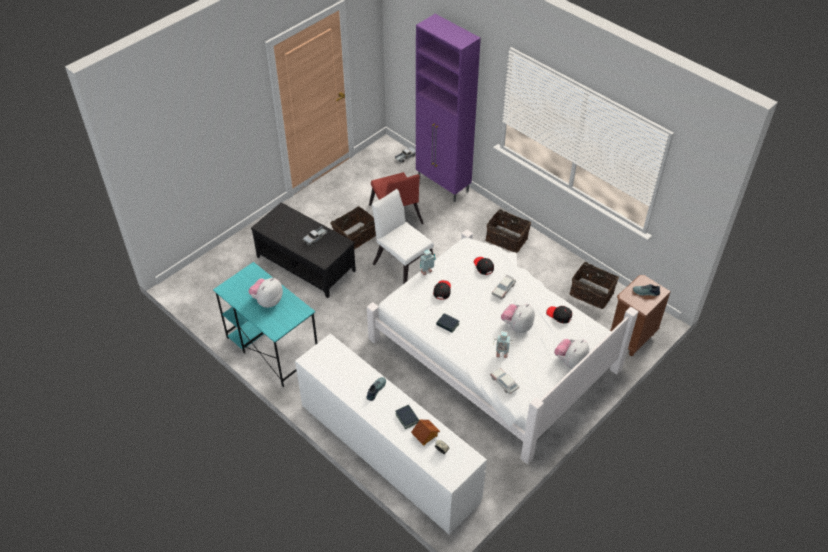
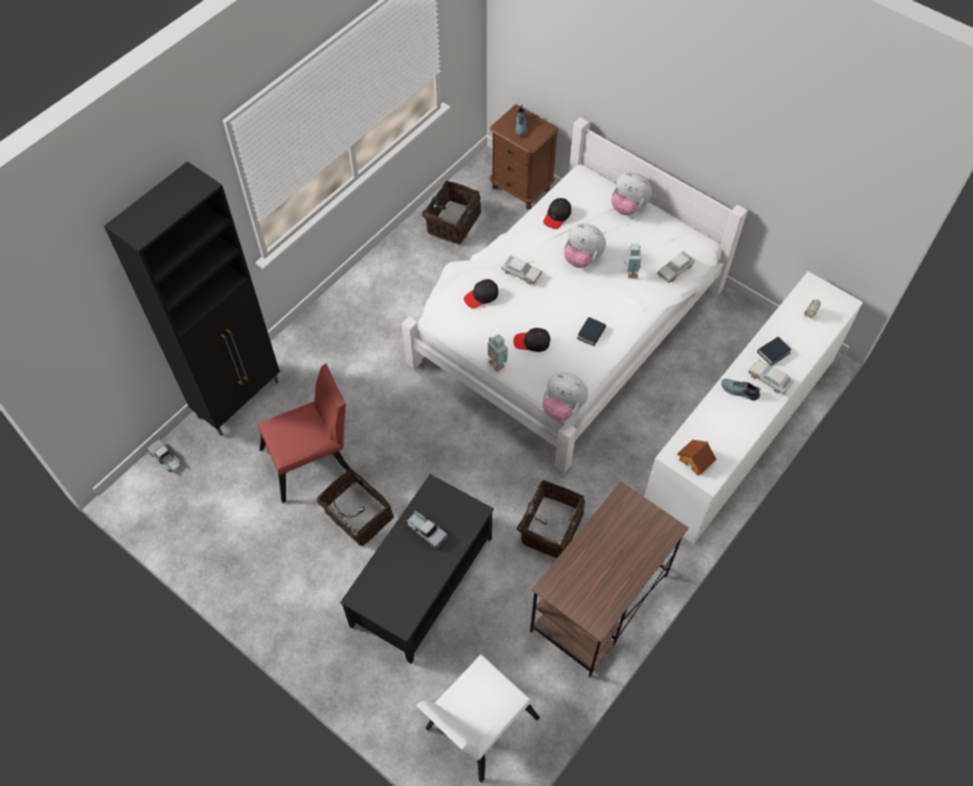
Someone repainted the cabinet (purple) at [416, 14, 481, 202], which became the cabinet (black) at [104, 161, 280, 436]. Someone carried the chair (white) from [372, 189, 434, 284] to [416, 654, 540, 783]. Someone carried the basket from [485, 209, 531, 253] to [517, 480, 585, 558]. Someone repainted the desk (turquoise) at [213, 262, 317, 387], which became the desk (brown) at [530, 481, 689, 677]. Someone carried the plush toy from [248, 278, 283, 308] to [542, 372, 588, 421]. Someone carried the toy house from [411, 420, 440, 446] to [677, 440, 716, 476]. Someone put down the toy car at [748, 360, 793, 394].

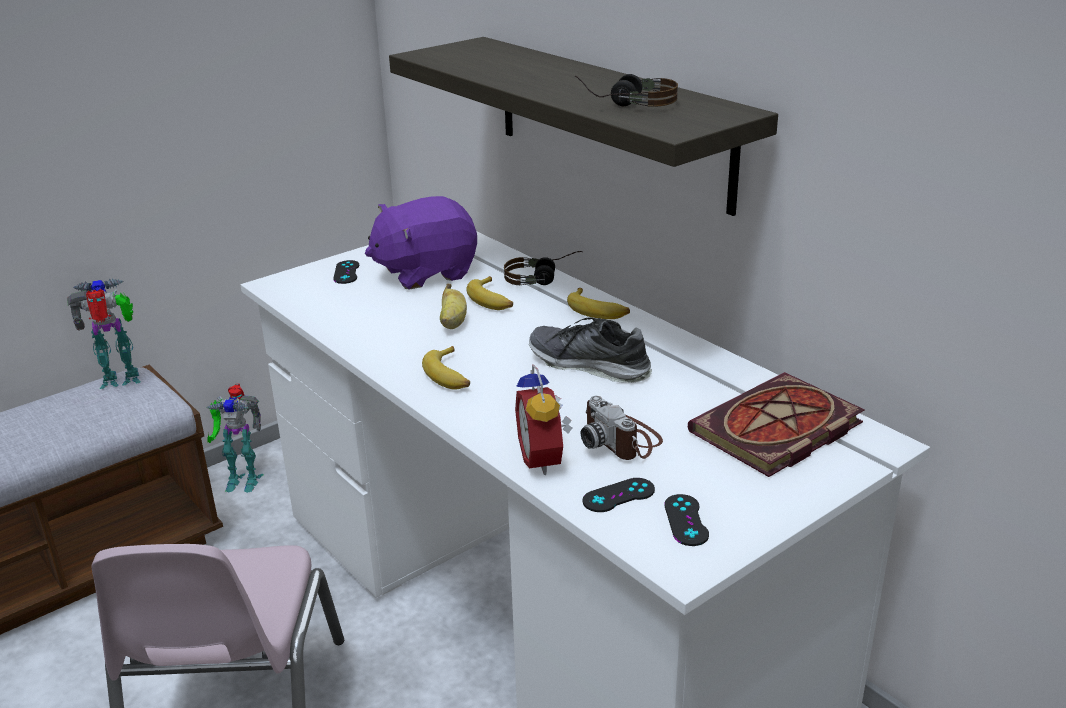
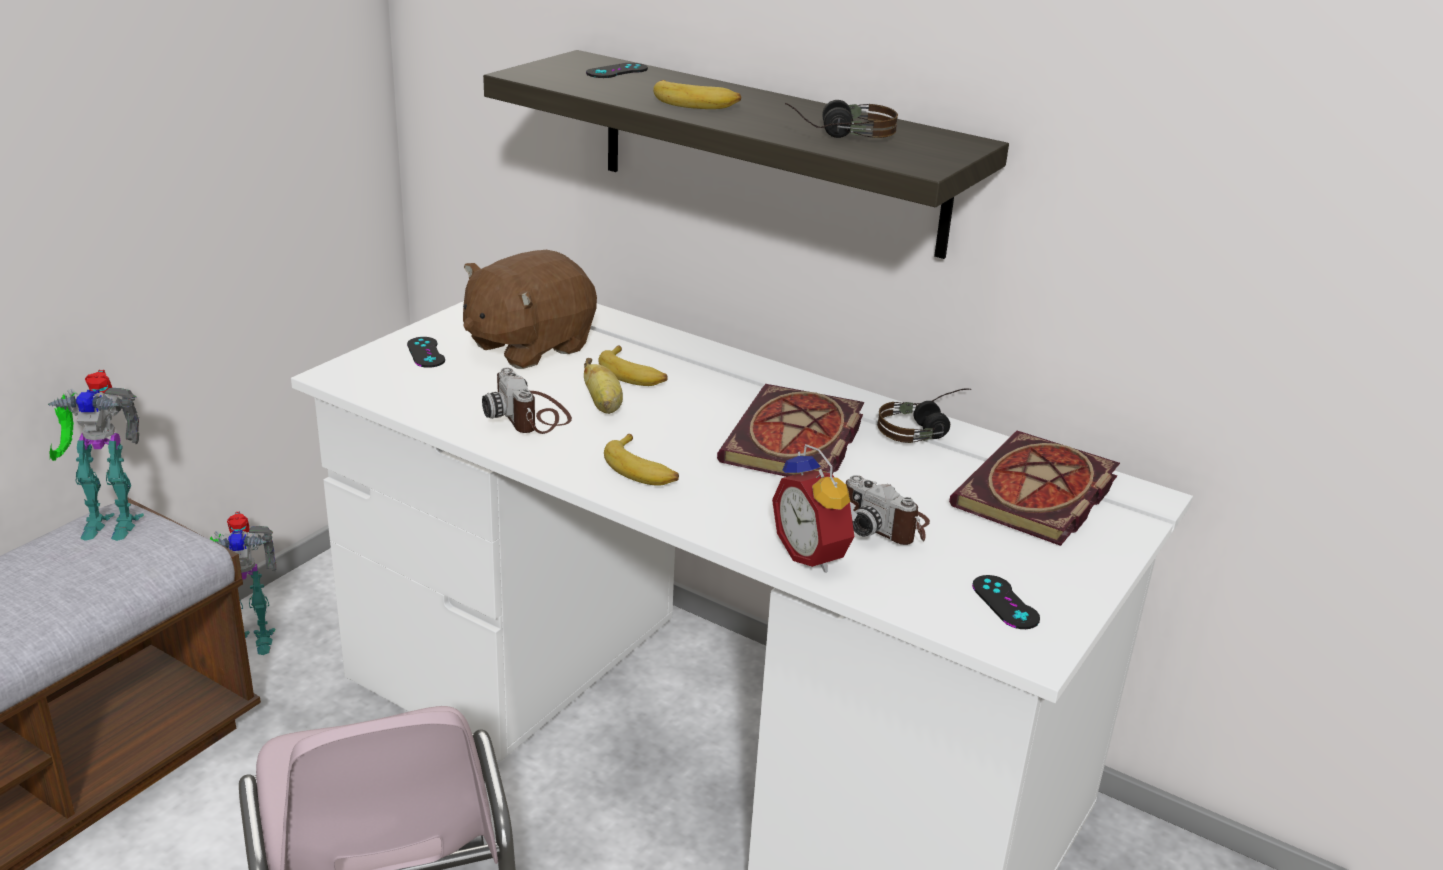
Someone repainted the plush toy (purple) at [365, 196, 477, 289], which became the plush toy (brown) at [463, 250, 597, 369]. Someone carried the headphones from [504, 251, 583, 285] to [877, 388, 971, 443]. Someone rotated the toy robot at [67, 278, 140, 389] by 150 degrees counterclockwise. Someone carried the banana from [567, 288, 630, 319] to [653, 80, 741, 109]. Someone swapped the shoe at [529, 318, 652, 383] for the book at [717, 384, 864, 477]. Someone carried the game controller (black) from [583, 478, 655, 512] to [586, 63, 648, 78]. Someone put down the photo camera at [482, 367, 572, 434].

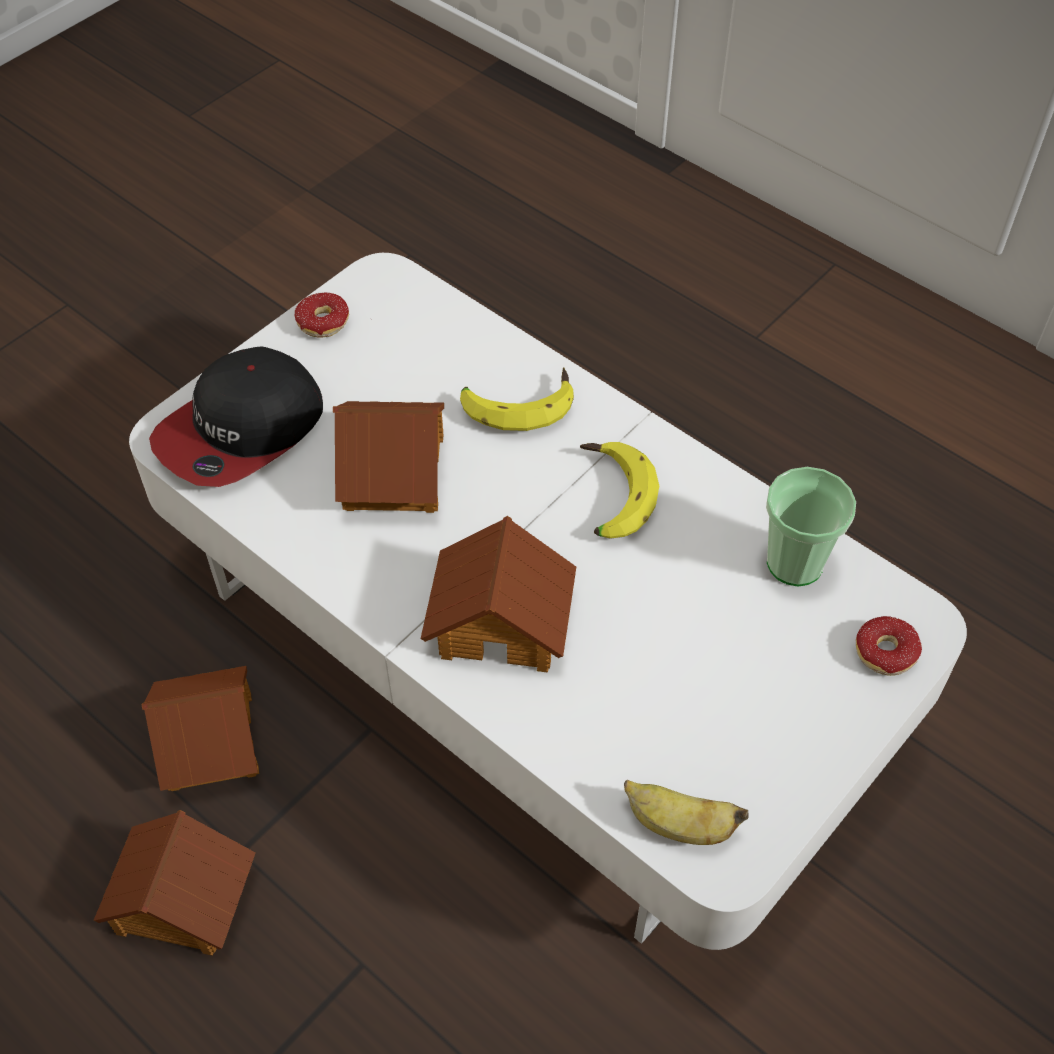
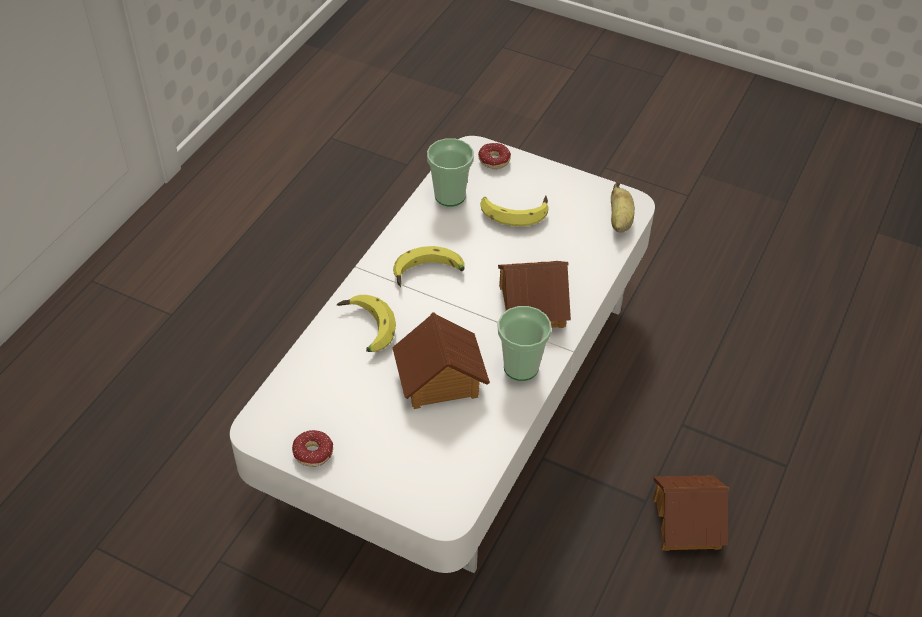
Someone took away the cap at [149, 346, 323, 487]. Someone took away the toy house at [141, 666, 259, 791]. Someone put down the banana at [480, 195, 549, 226]. Someone put down the cup at [498, 306, 552, 381].

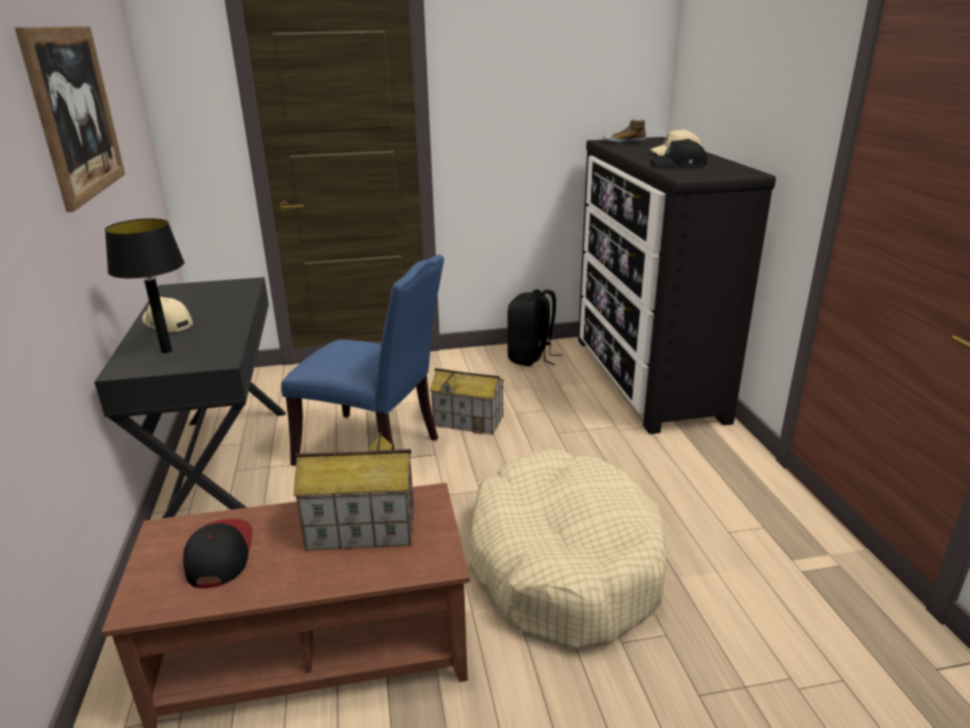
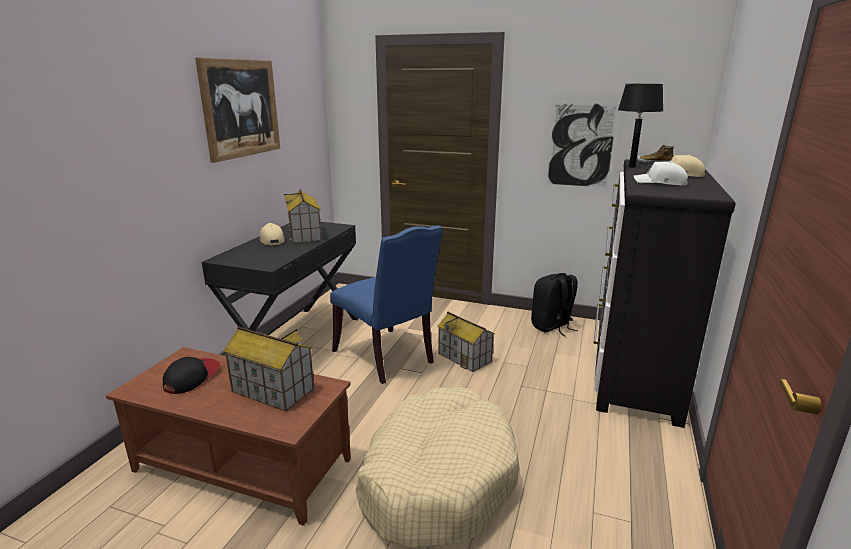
Someone repainted the cap (black) at [651, 139, 707, 168], which became the cap (white) at [634, 161, 688, 185]. Someone carried the table lamp (black) from [105, 218, 184, 353] to [618, 84, 663, 168]. Someone put up the picture at [545, 101, 620, 189]. Someone put down the toy house at [284, 189, 322, 243].

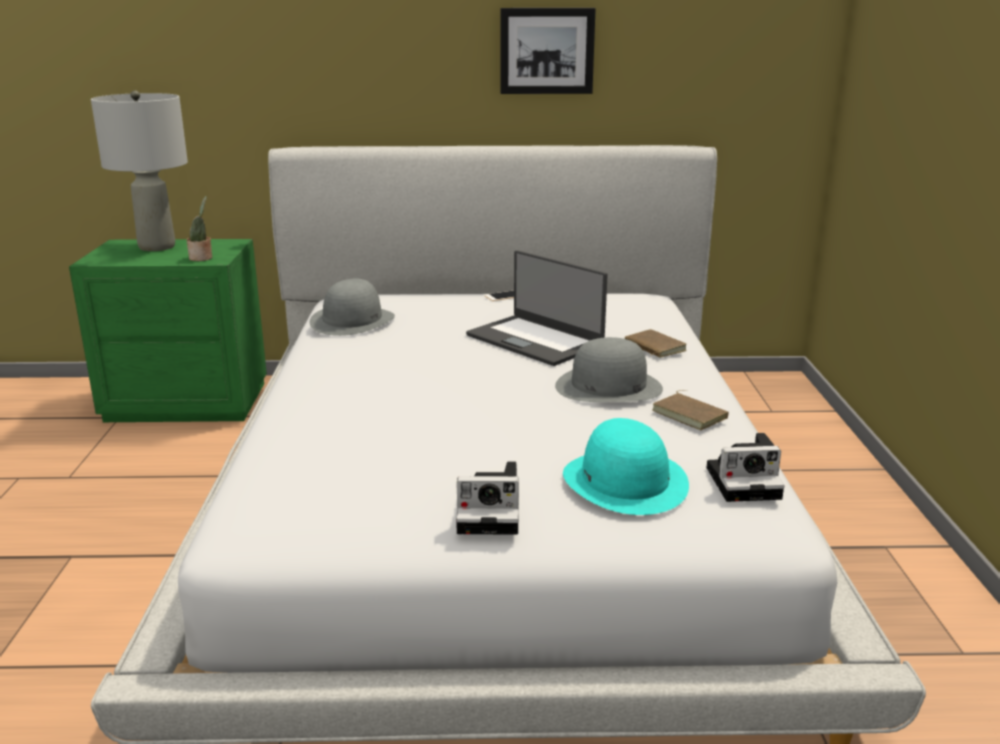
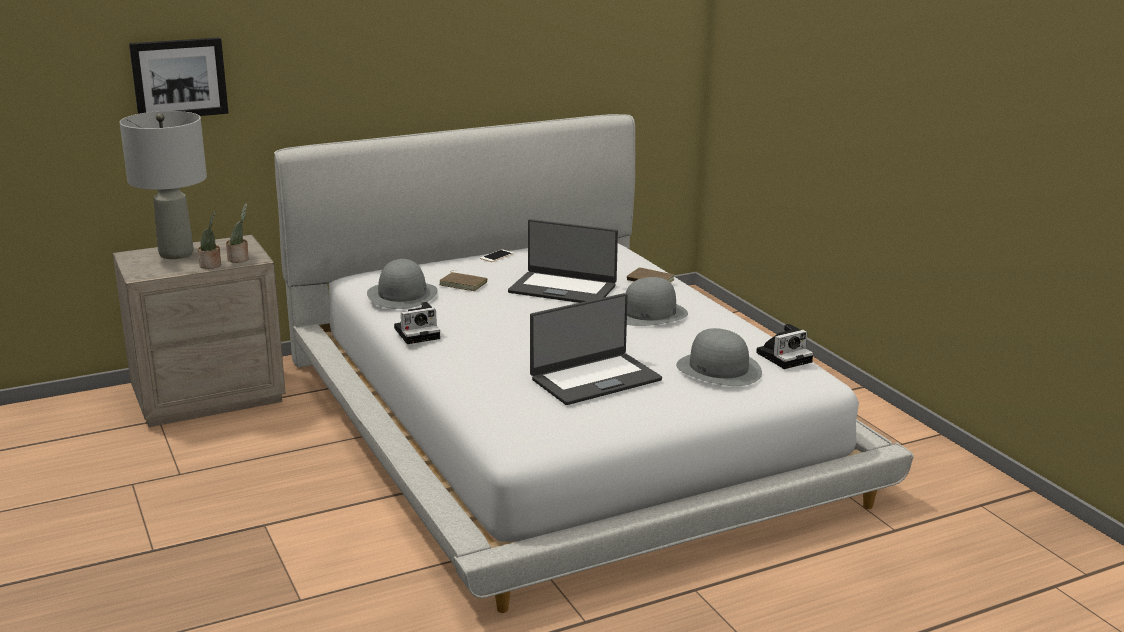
Someone carried the picture from [500, 8, 596, 94] to [129, 37, 229, 116]. Someone repainted the nightstand (green) at [69, 239, 267, 422], which became the nightstand (beige) at [113, 235, 286, 427]. Someone carried the book (brown) from [652, 390, 729, 430] to [439, 270, 487, 291]. Someone repainted the hat (turquoise) at [563, 418, 689, 515], which became the hat (grey) at [676, 328, 762, 386]. Someone carried the photo camera from [456, 461, 519, 535] to [394, 302, 440, 344]. Someone put down the potted plant at [198, 211, 221, 269]. Someone put down the laptop at [530, 293, 662, 405].

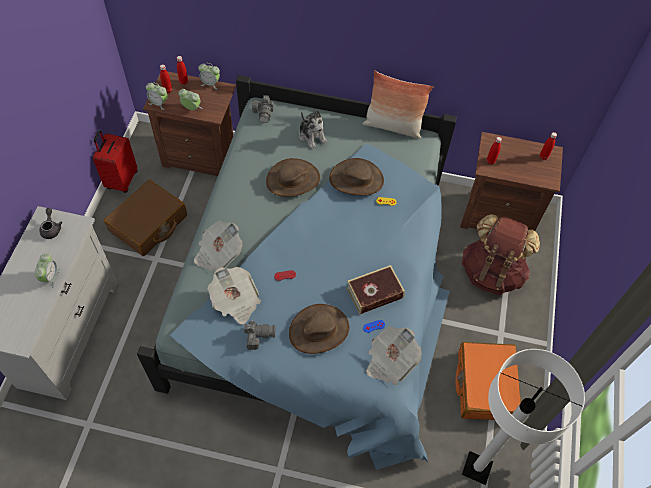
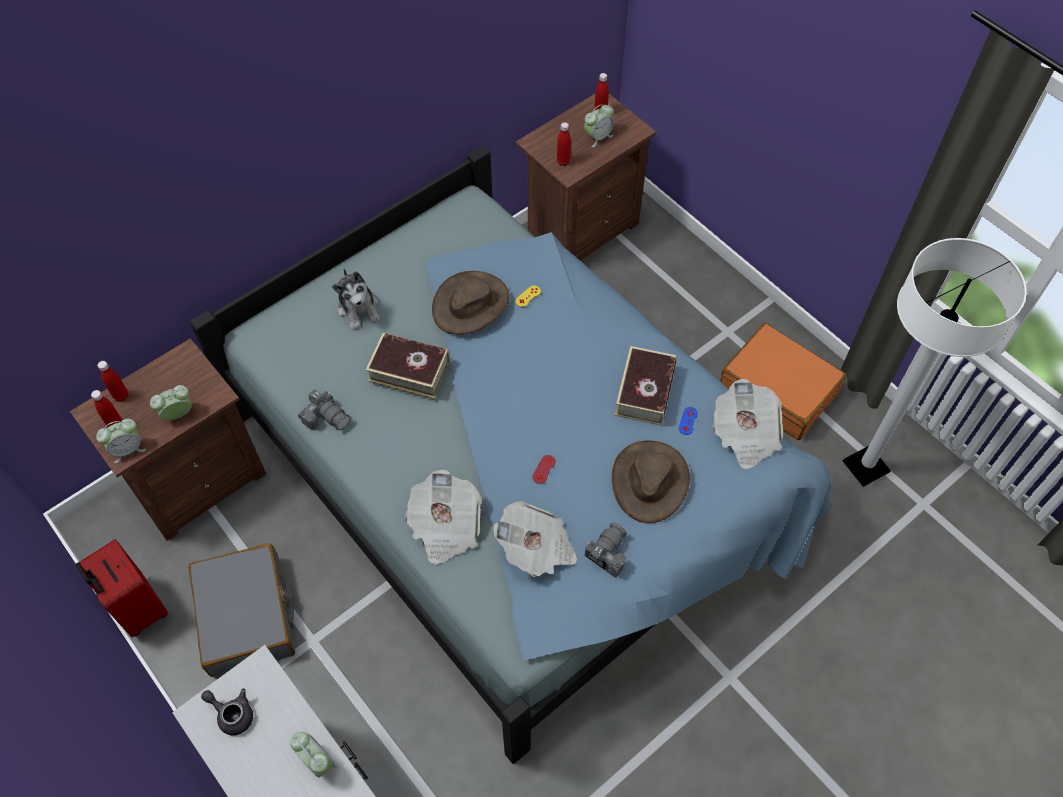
Someone carried the alarm clock from [198, 63, 220, 89] to [584, 104, 614, 147]. Someone took away the pillow at [363, 70, 433, 139]. Someone carried the photo camera from [251, 95, 274, 123] to [298, 389, 350, 430]. Someone rotated the plush toy at [299, 110, 327, 149] by 60 degrees clockwise. Someone swapped the hat (brown) at [266, 158, 320, 197] for the book at [366, 333, 450, 399]. Someone repainted the suitcase (brown) at [104, 180, 187, 256], which became the suitcase (grey) at [188, 543, 295, 677]. Someone took away the backpack (brown) at [462, 214, 540, 295].

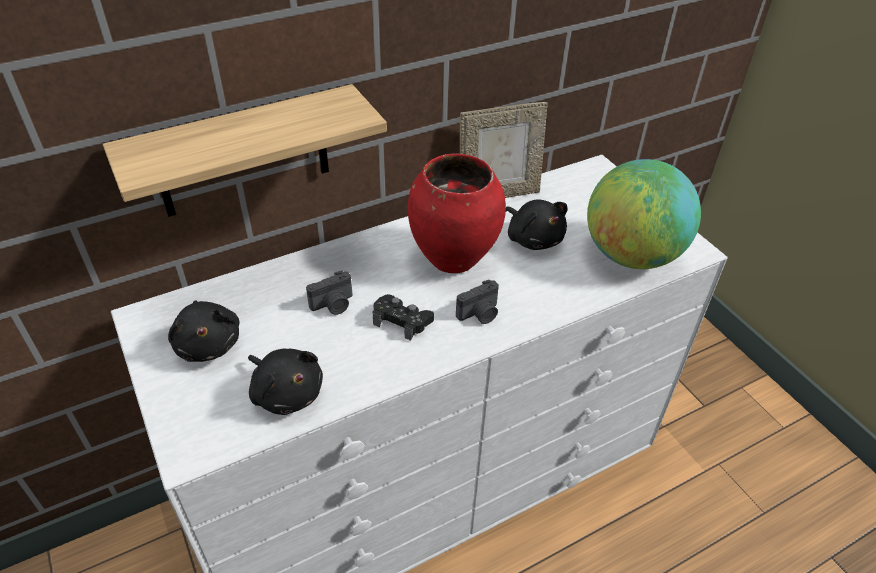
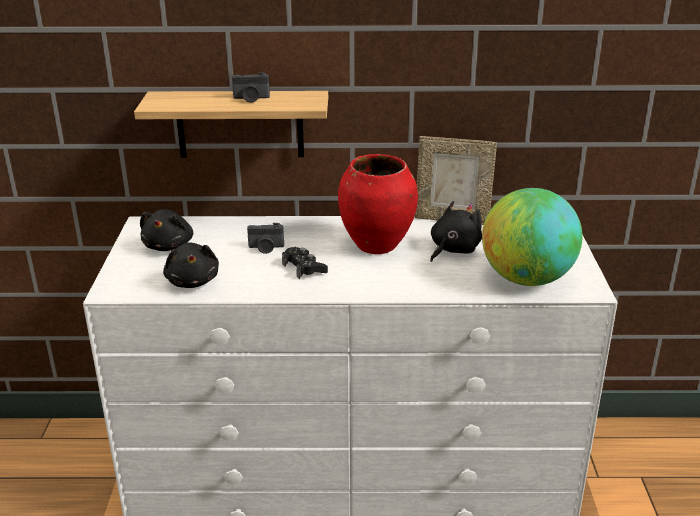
Someone rotated the plush toy (black) at [506, 200, 567, 250] by 135 degrees counterclockwise. Someone carried the photo camera from [456, 279, 499, 324] to [232, 73, 270, 103].

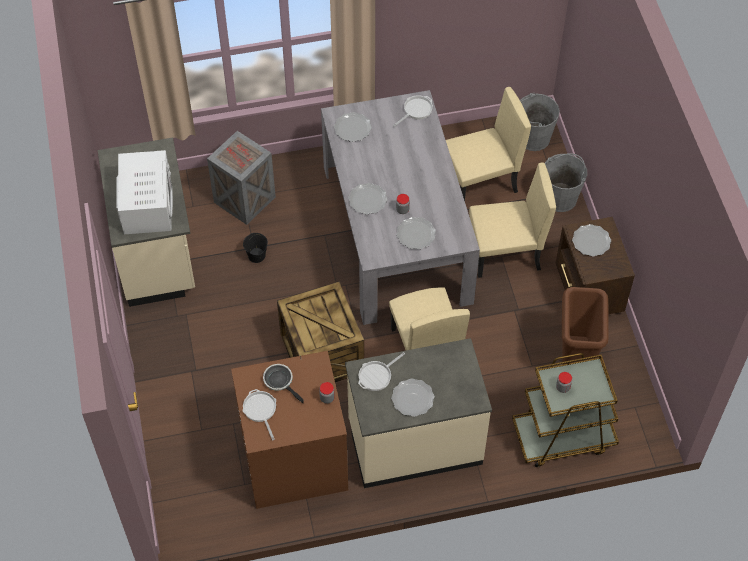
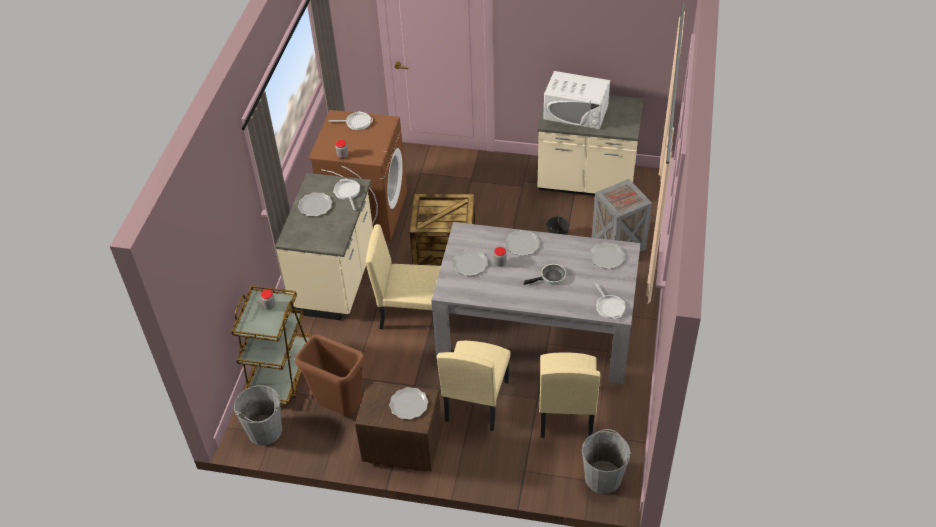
Someone carried the bucket (grey) from [545, 153, 587, 212] to [234, 385, 282, 445]. Someone carried the frying pan from [263, 364, 304, 403] to [524, 264, 566, 285].

